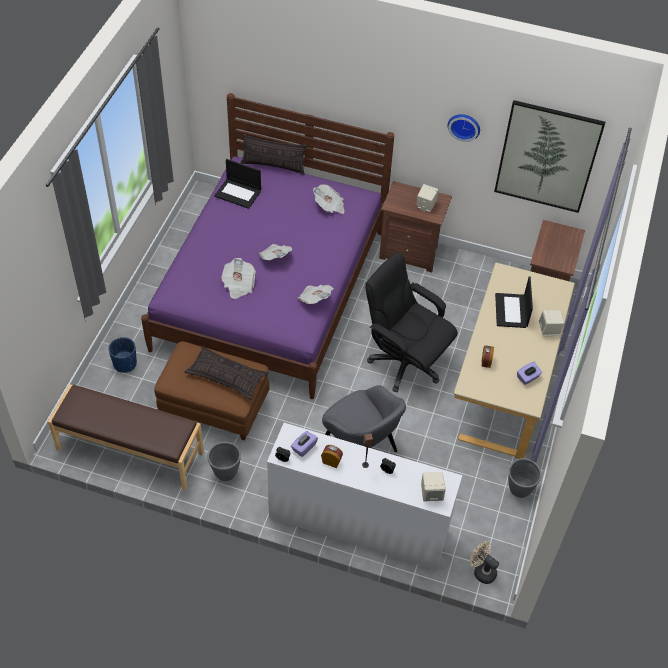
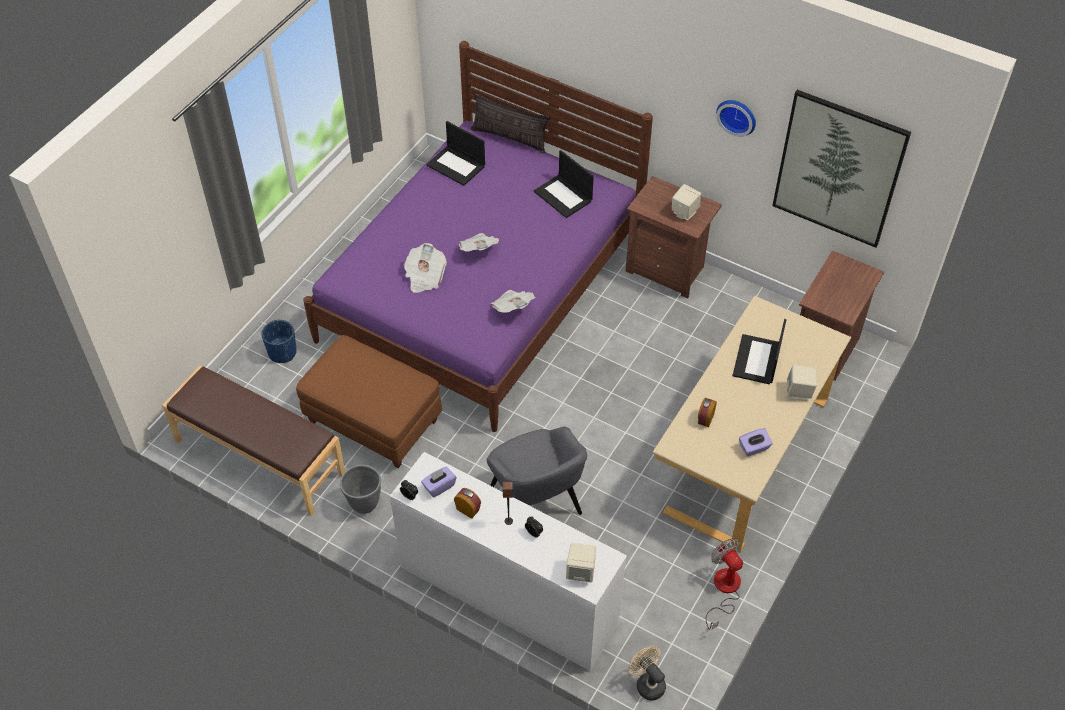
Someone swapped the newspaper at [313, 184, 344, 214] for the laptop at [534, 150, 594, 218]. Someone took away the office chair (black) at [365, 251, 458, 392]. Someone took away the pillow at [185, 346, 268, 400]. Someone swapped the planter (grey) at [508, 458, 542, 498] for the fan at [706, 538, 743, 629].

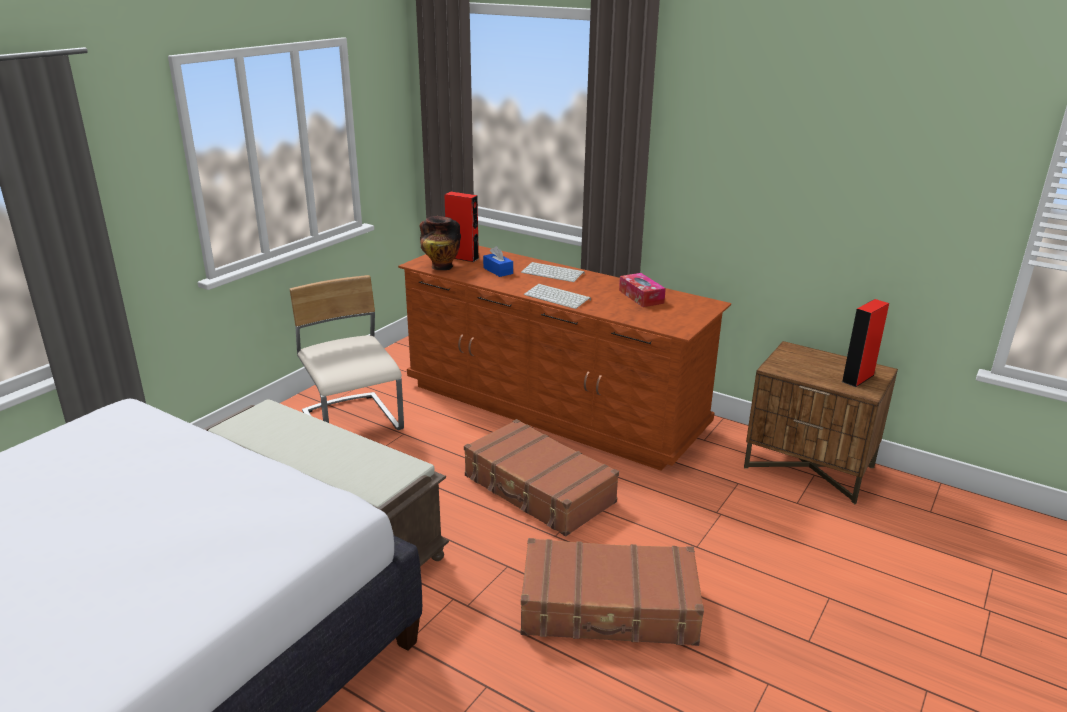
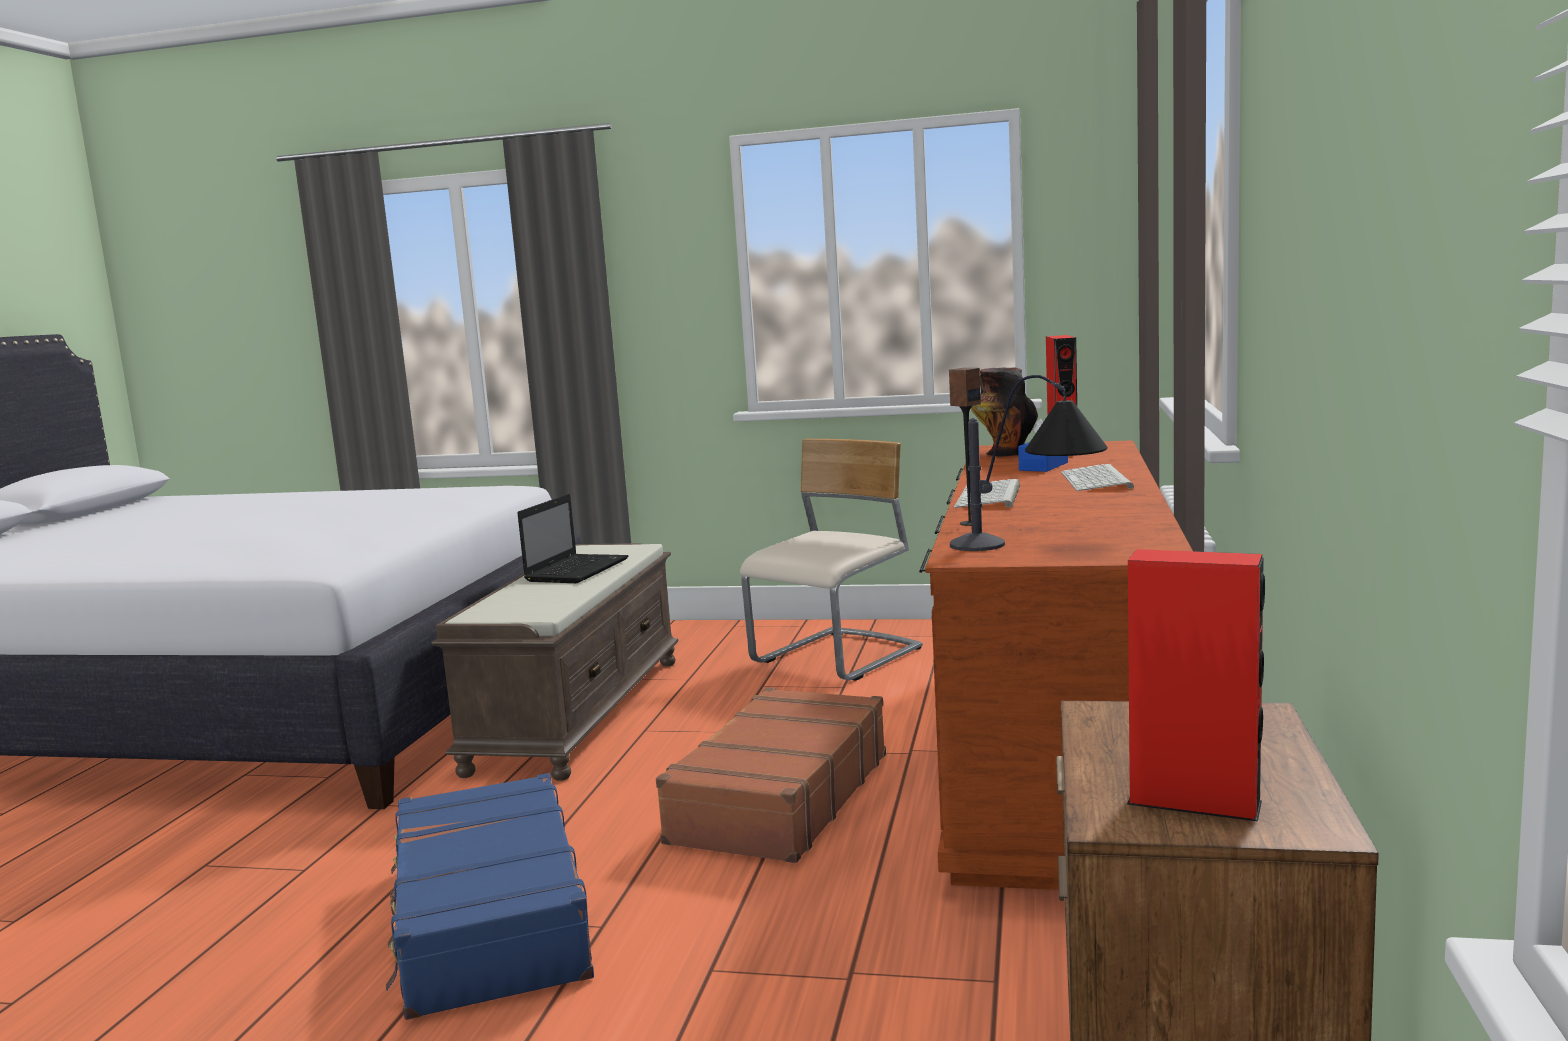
Someone took away the tissue box at [619, 273, 666, 307]. Someone repainted the suitcase (brown) at [521, 538, 704, 646], which became the suitcase (blue) at [386, 773, 594, 1020]. Someone put down the speaker at [949, 368, 981, 526]. Someone put down the table lamp at [950, 375, 1107, 551]. Someone put down the laptop at [517, 494, 628, 583].

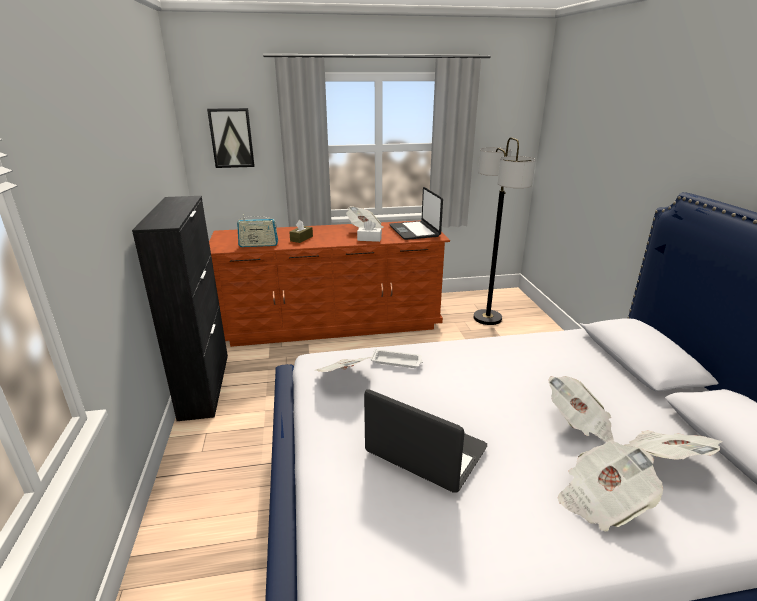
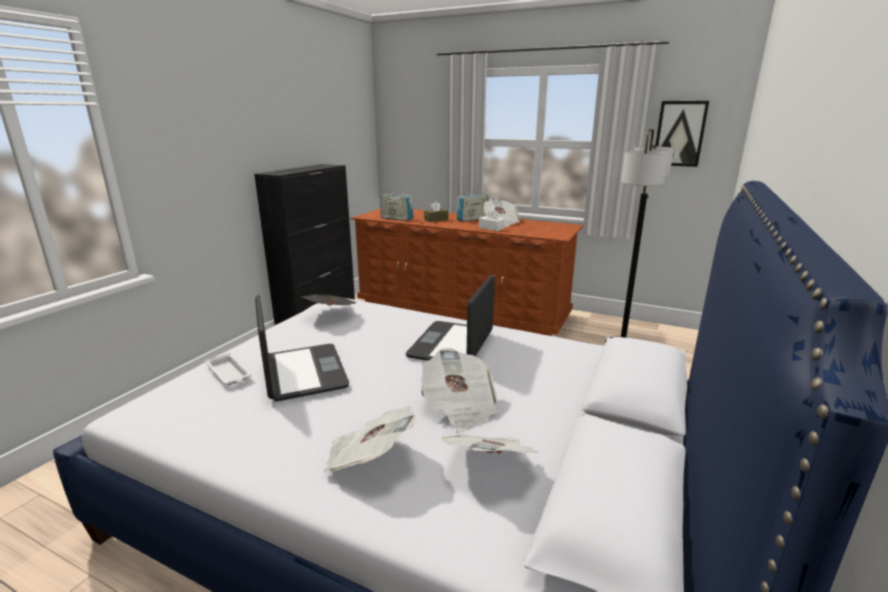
Someone carried the picture from [207, 108, 255, 168] to [656, 101, 709, 167]. Someone carried the laptop from [389, 187, 443, 240] to [406, 274, 495, 360]. Someone carried the tray (white) from [370, 349, 423, 368] to [205, 353, 252, 385]. Someone put down the radio at [457, 191, 488, 221].

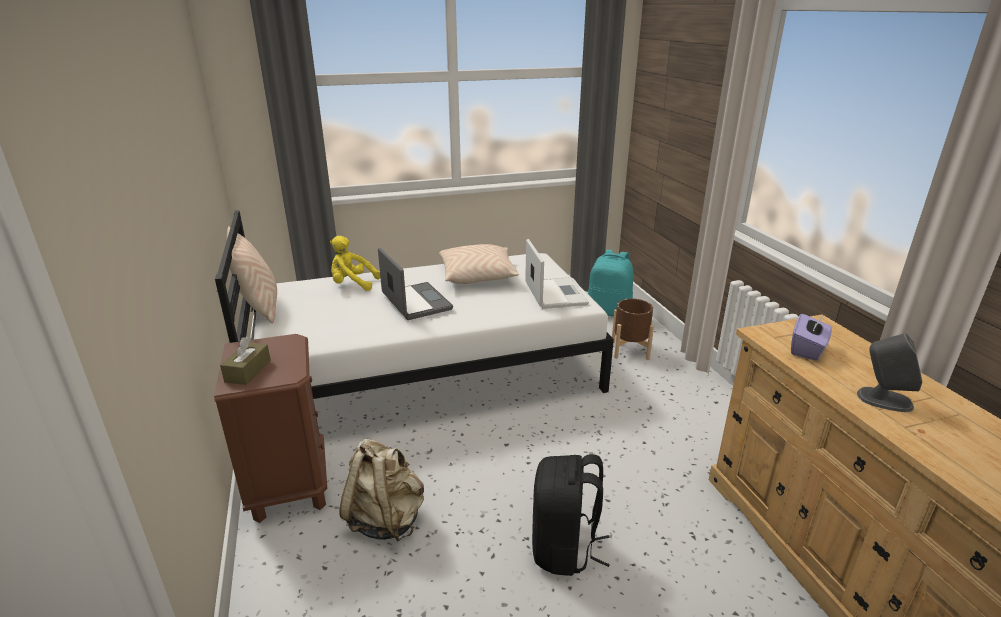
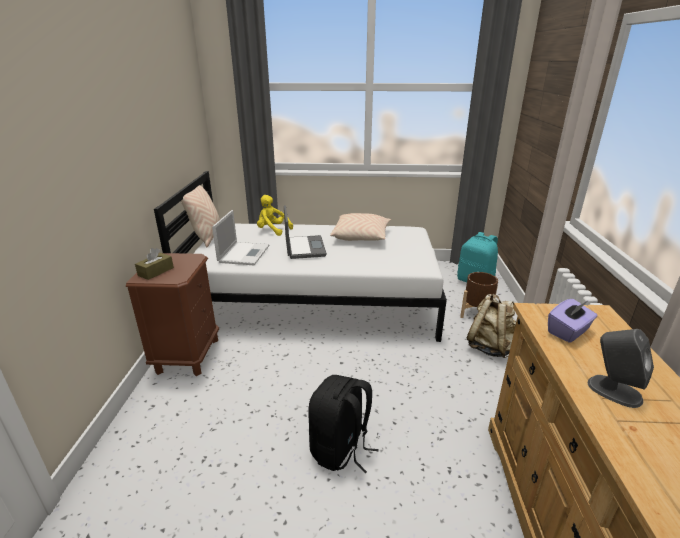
Someone carried the laptop from [525, 239, 589, 309] to [212, 210, 270, 265]. Someone carried the backpack (beige) from [339, 439, 424, 542] to [467, 294, 516, 358].

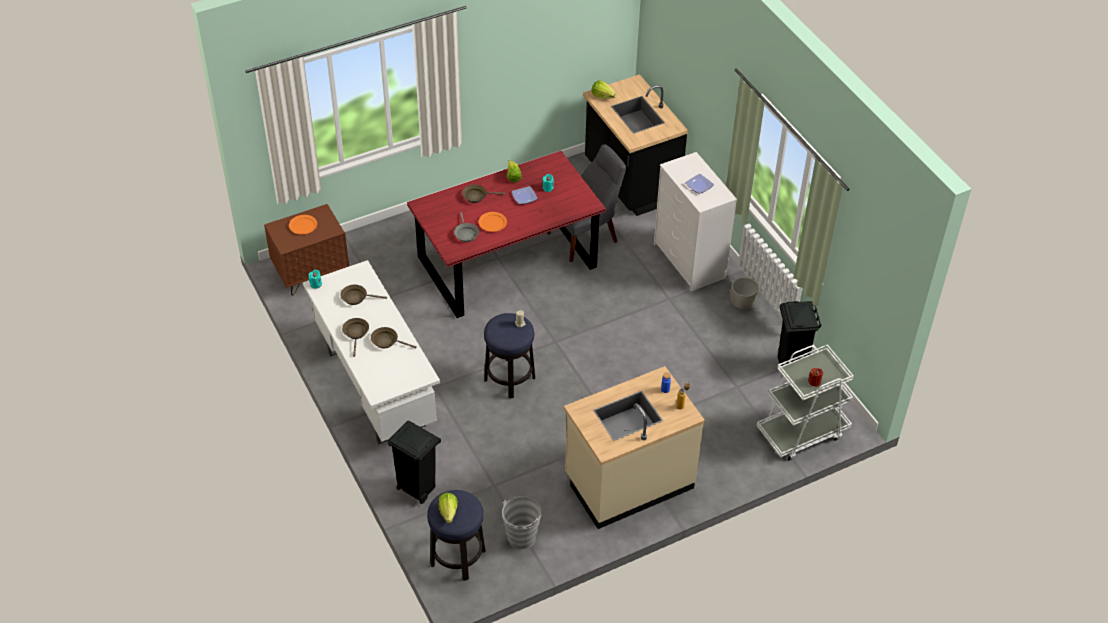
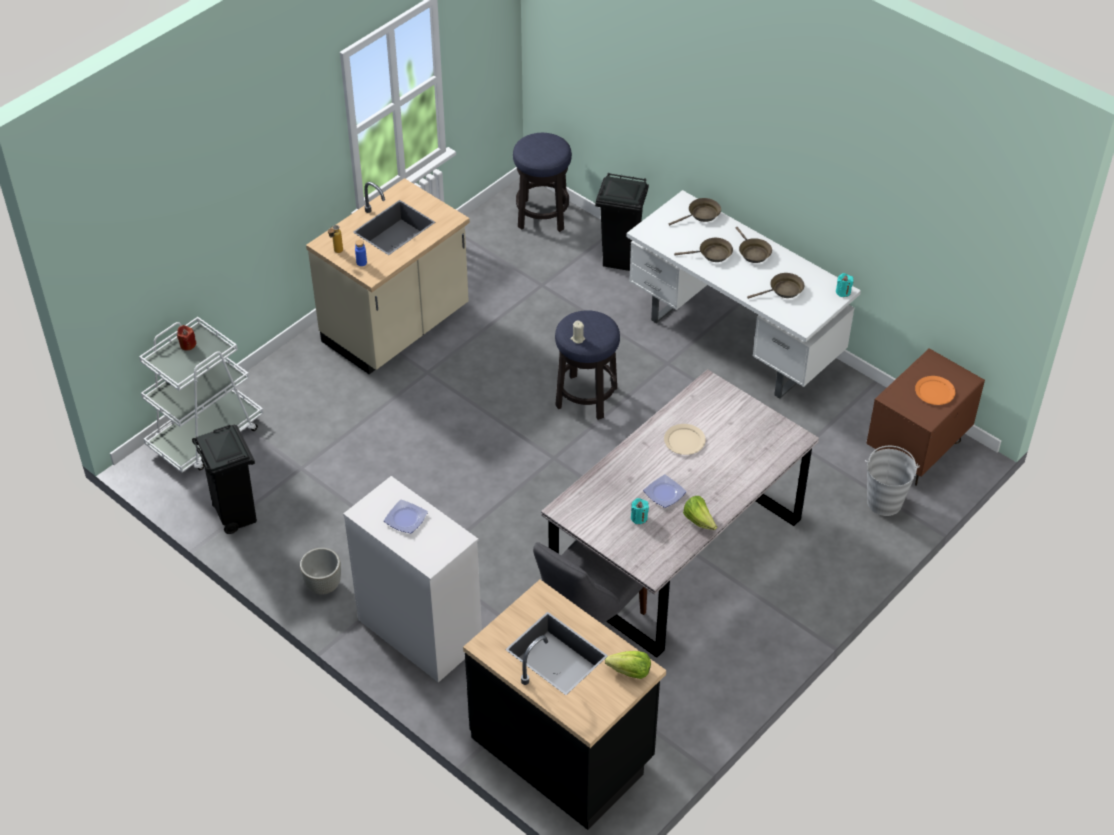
Someone repainted the dining table (red) at [407, 151, 606, 318], which became the dining table (grey) at [541, 369, 819, 658]. Someone carried the frying pan (brown) from [462, 185, 506, 203] to [668, 198, 721, 226]. Someone took away the frying pan (grey) at [454, 212, 479, 242]. Someone repainted the plate (orange) at [479, 212, 507, 232], which became the plate (beige) at [664, 424, 706, 455]. Someone took away the lettuce at [439, 493, 458, 523]. Someone carried the bucket (grey) from [502, 496, 542, 549] to [865, 446, 920, 516].

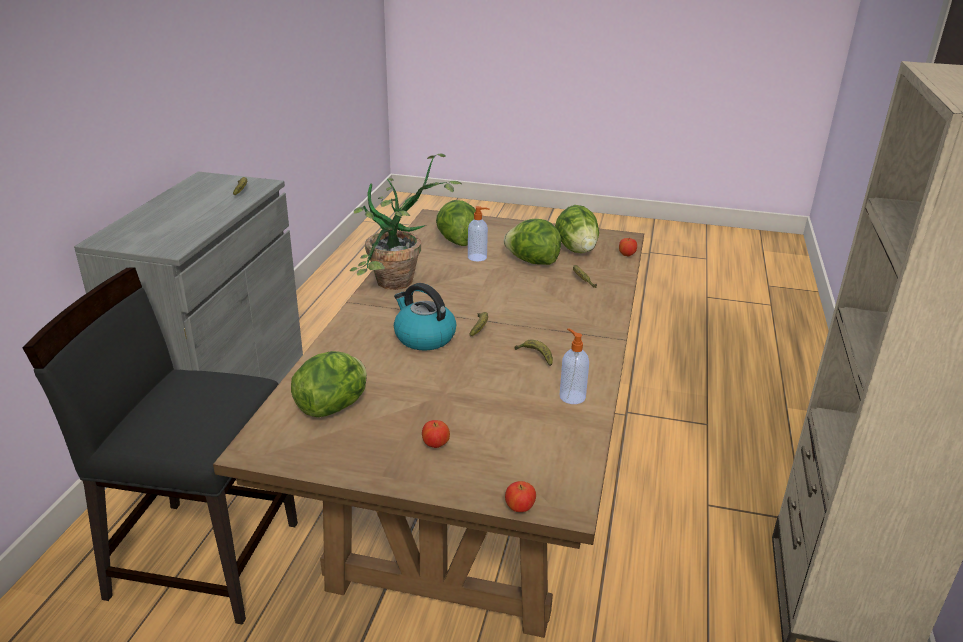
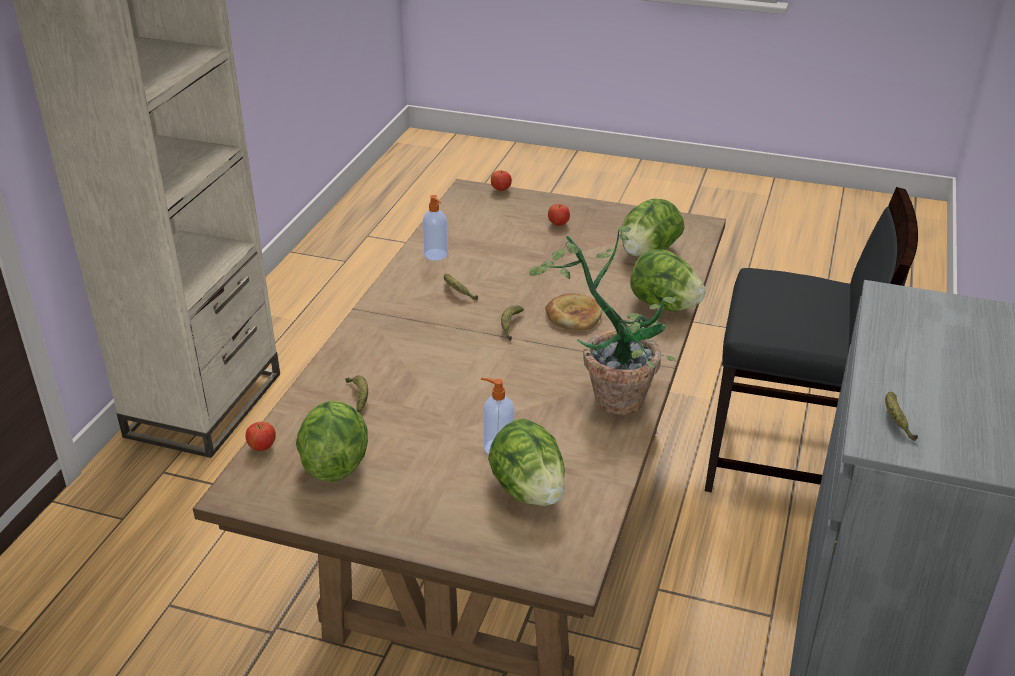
Someone carried the lettuce from [504, 219, 561, 265] to [630, 249, 706, 311]. Someone swapped the kettle at [394, 283, 456, 351] for the bread at [545, 293, 602, 331].

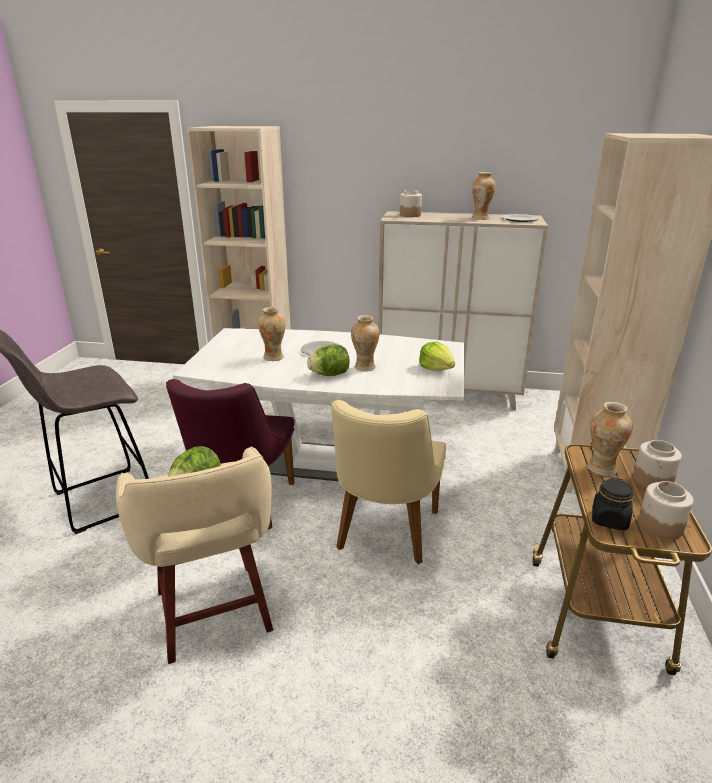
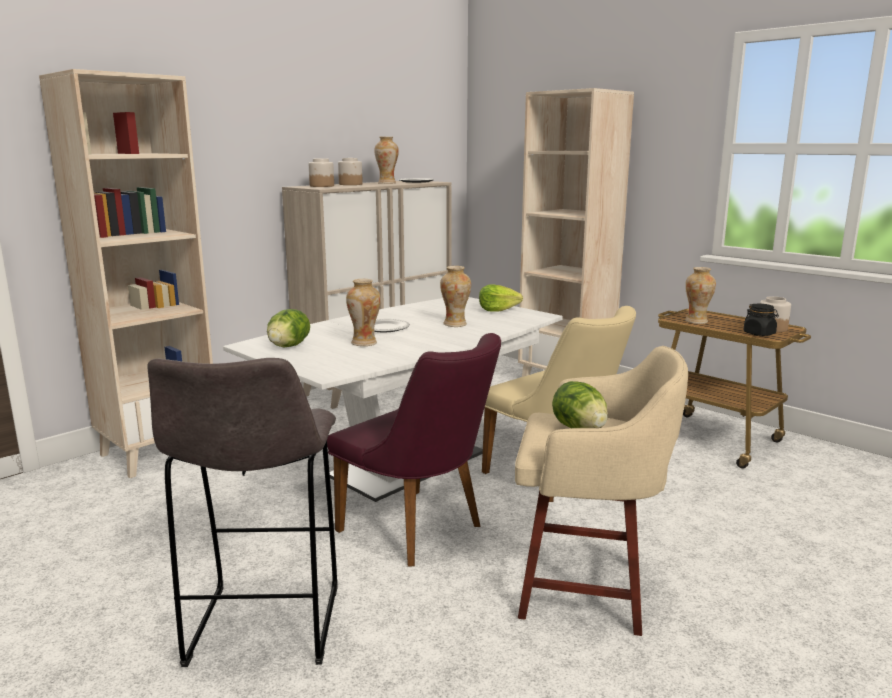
Someone carried the lettuce from [307, 344, 350, 376] to [267, 309, 310, 347]. Someone carried the jar from [633, 440, 682, 488] to [338, 158, 363, 185].

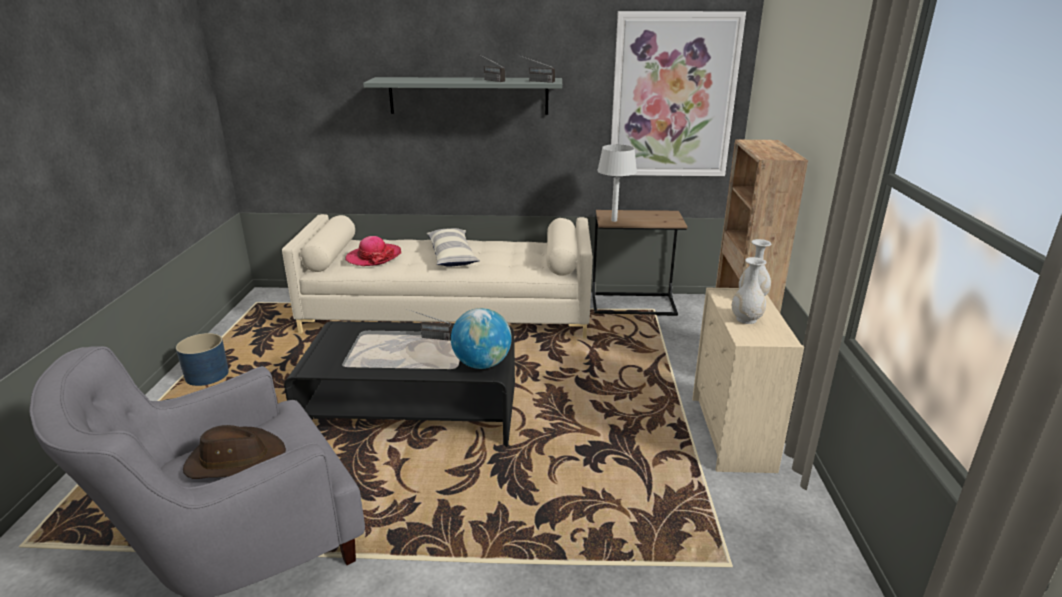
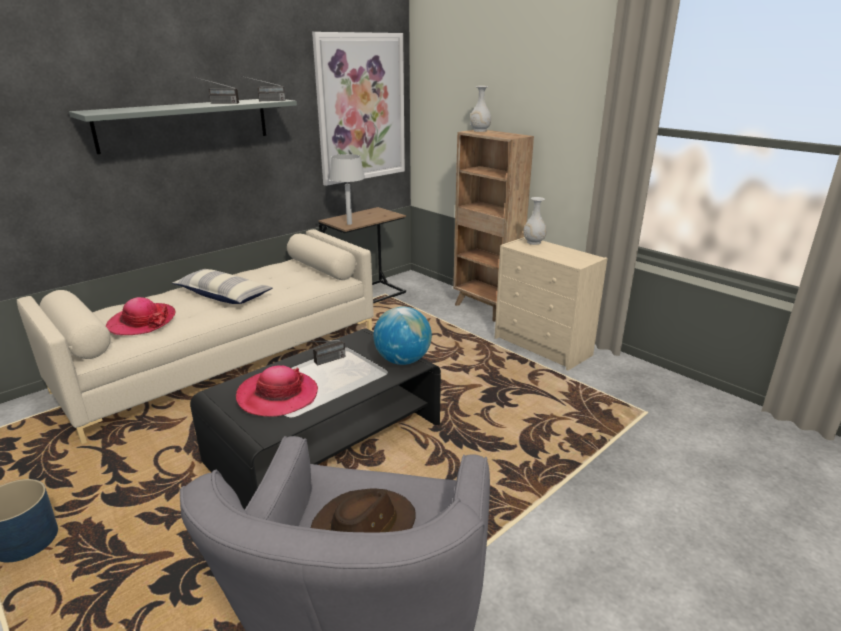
Someone carried the vase (white) from [732, 257, 767, 324] to [470, 86, 491, 132]. Someone put down the hat at [236, 365, 318, 417].

